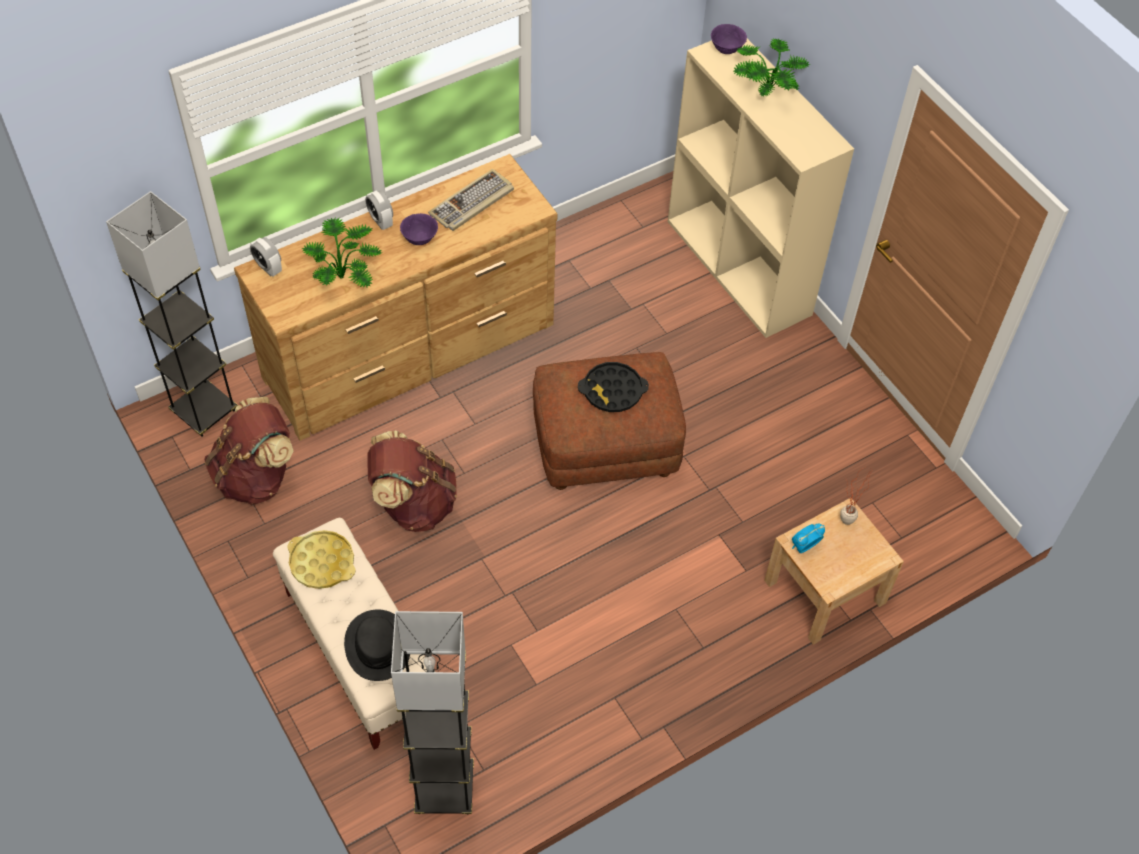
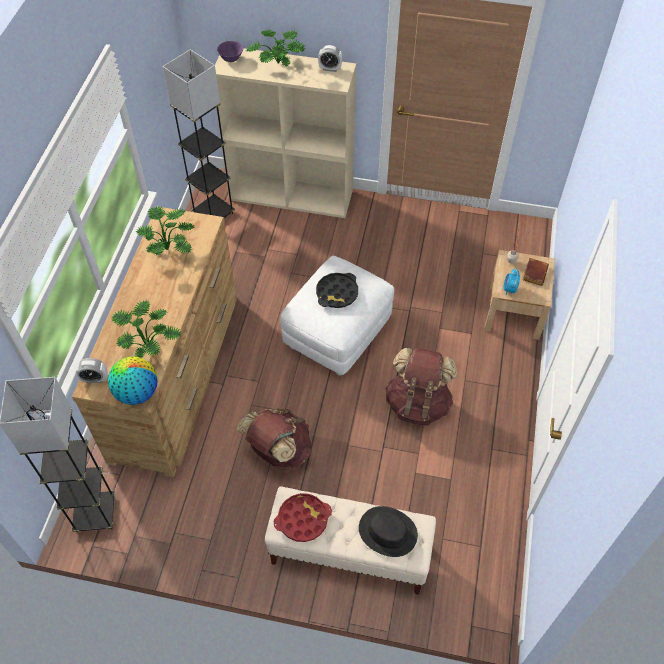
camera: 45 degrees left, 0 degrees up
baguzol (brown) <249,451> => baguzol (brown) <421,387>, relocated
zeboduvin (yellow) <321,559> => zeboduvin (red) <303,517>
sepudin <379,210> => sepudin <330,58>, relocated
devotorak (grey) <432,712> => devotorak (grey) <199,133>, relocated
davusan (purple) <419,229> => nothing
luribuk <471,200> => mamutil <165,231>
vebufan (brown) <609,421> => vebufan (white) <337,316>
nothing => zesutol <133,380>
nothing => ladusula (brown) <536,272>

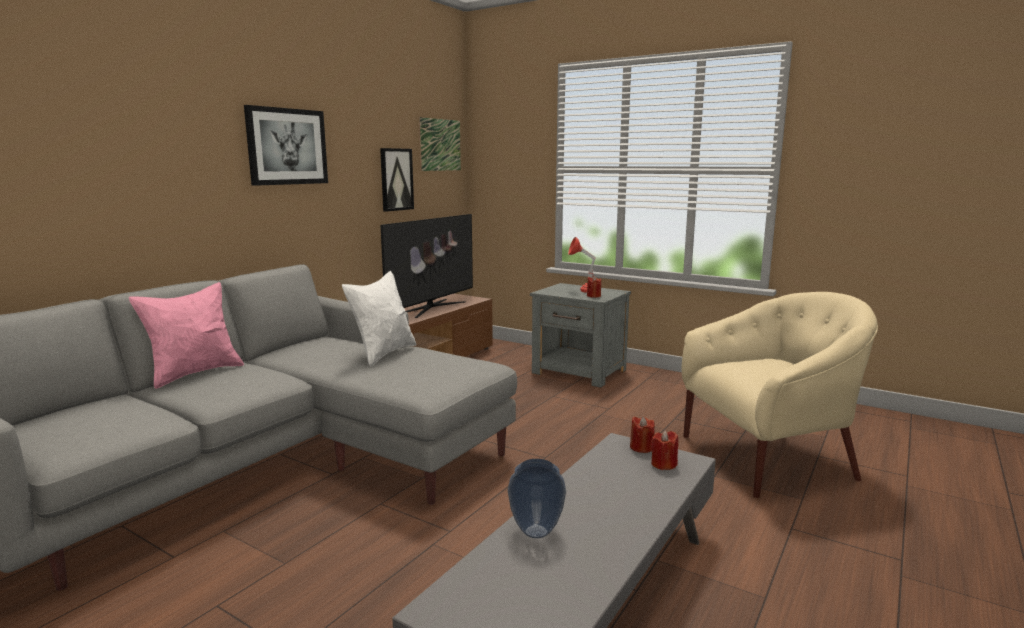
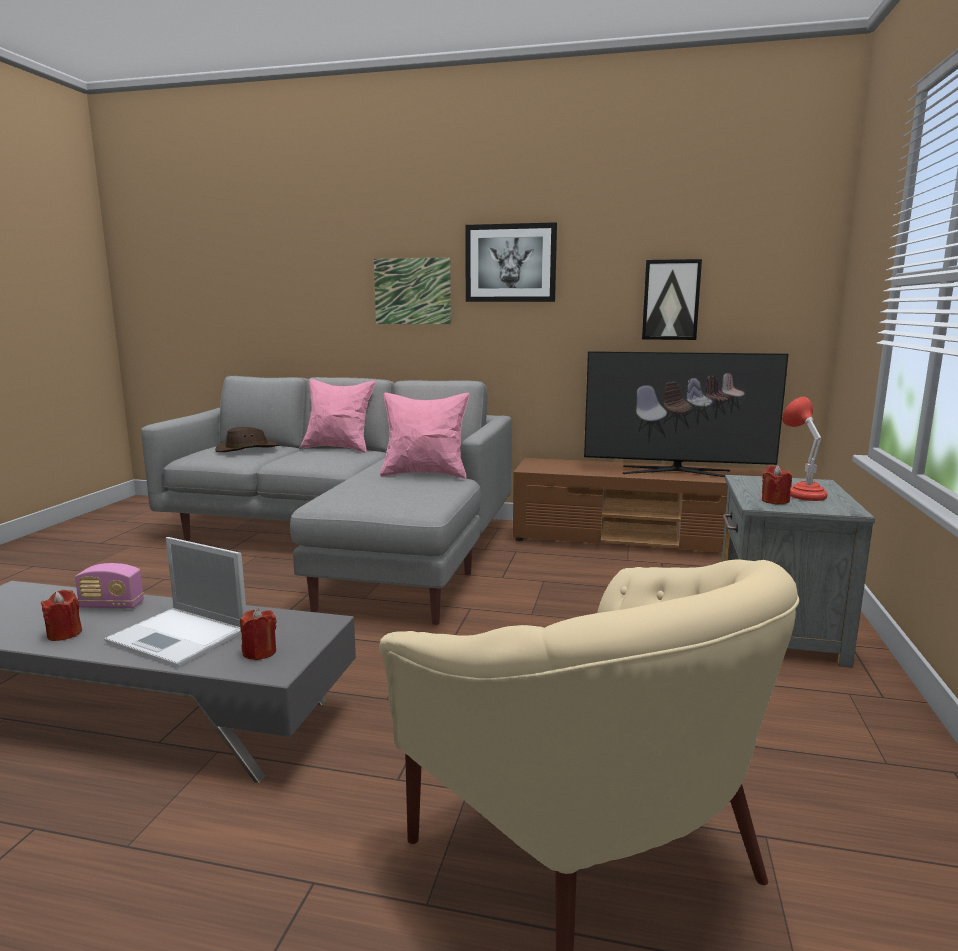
camera: 70 degrees right, 0 degrees up
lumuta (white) <379,319> => lumuta (pink) <424,435>
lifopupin <440,144> => lifopupin <412,290>, relocated
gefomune <537,498> => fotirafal <109,586>
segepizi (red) <642,434> => segepizi (red) <61,615>, relocated
nothing => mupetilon <175,602>
nothing => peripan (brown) <247,439>

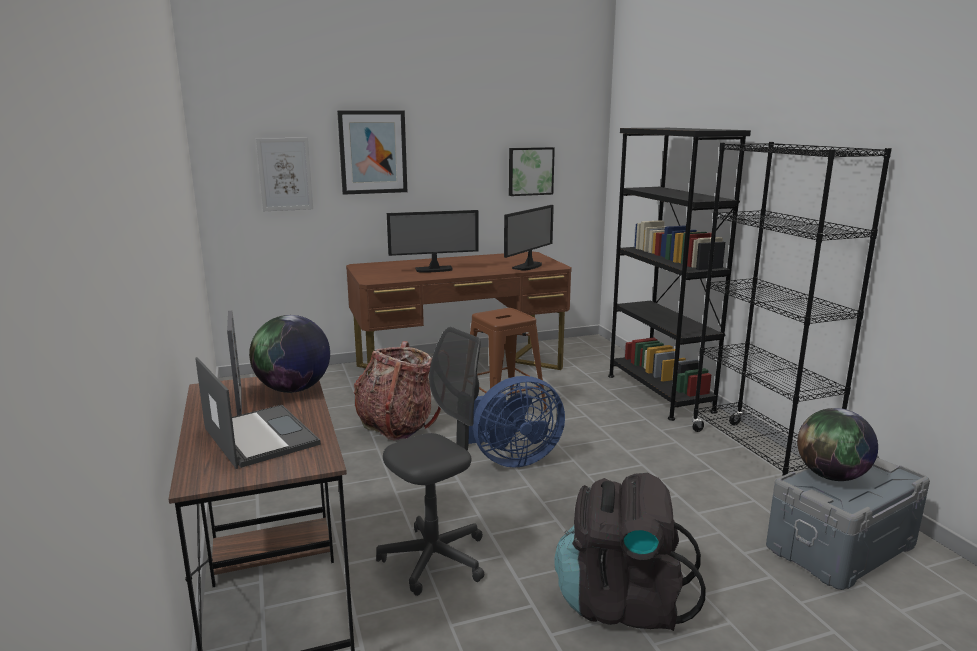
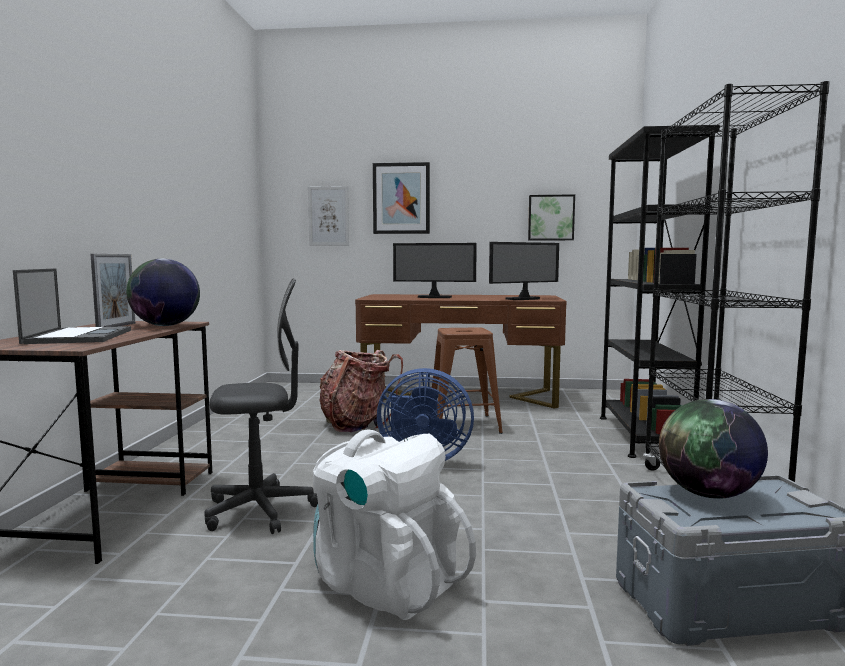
camera: 25 degrees right, 10 degrees down
baguzol (black) <630,552> => baguzol (white) <394,524>

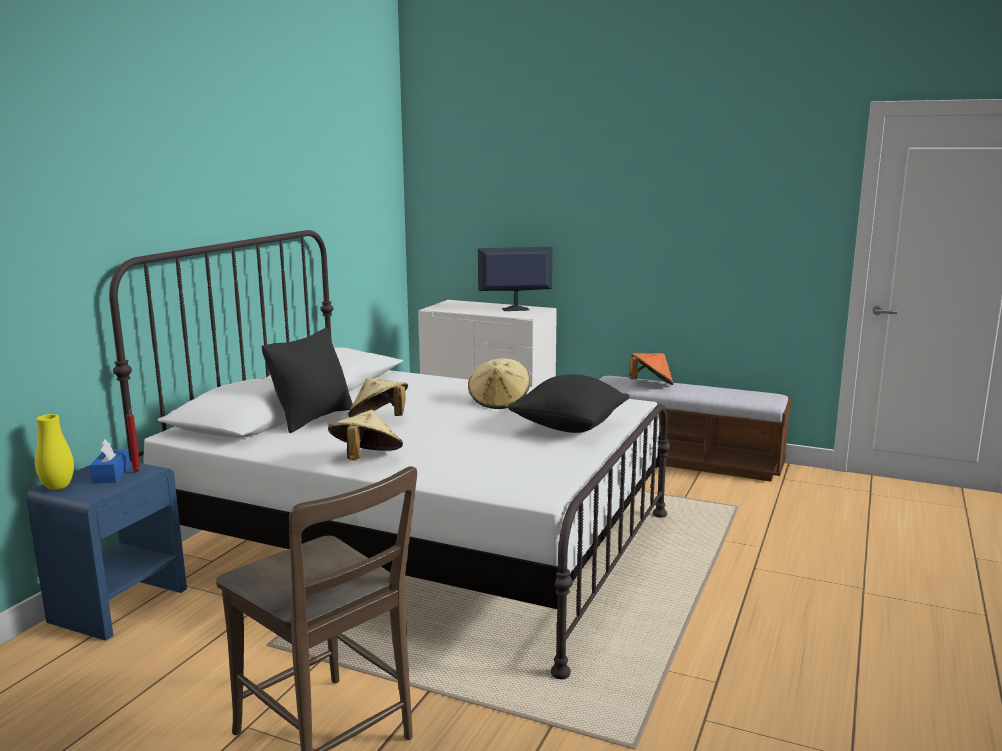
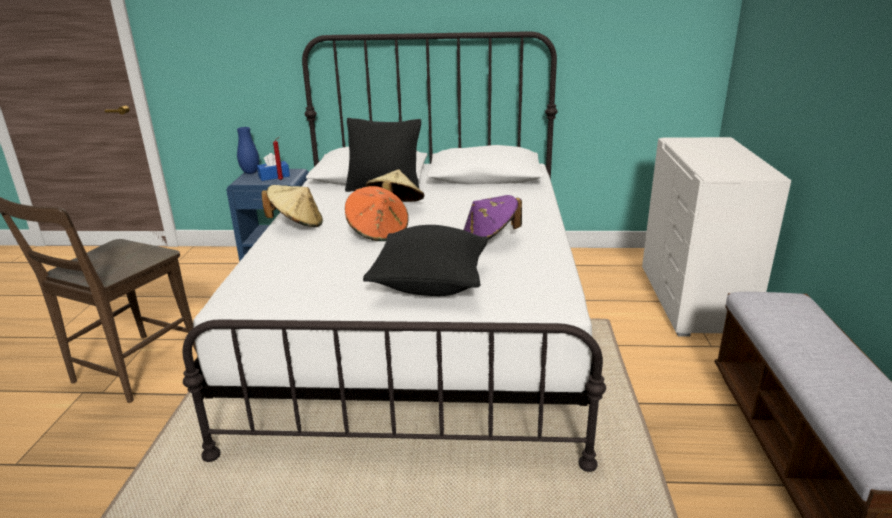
camera: 70 degrees right, 10 degrees up
gefomune (yellow) <54,452> => gefomune (blue) <248,150>
peripan (beige) <499,383> => peripan (purple) <493,217>
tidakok <515,279> => nothing
peripan (orange) <651,369> => peripan (orange) <377,213>, relocated

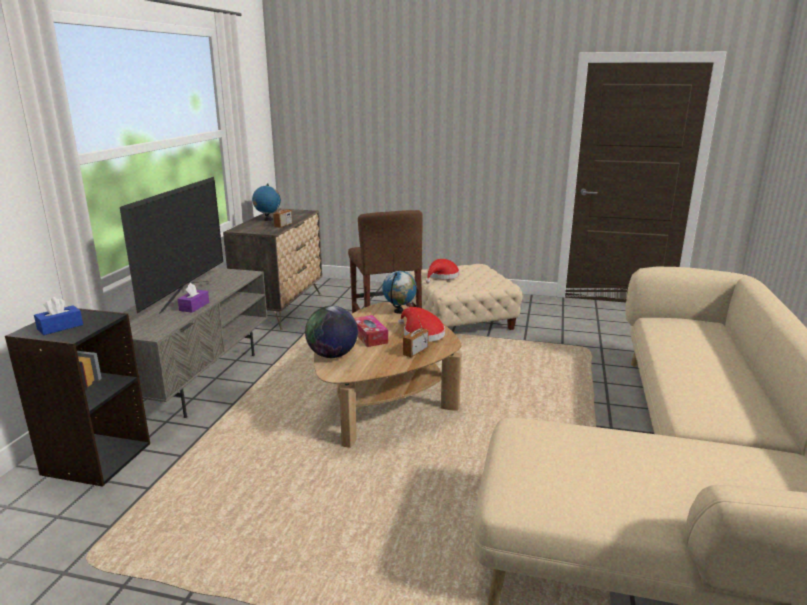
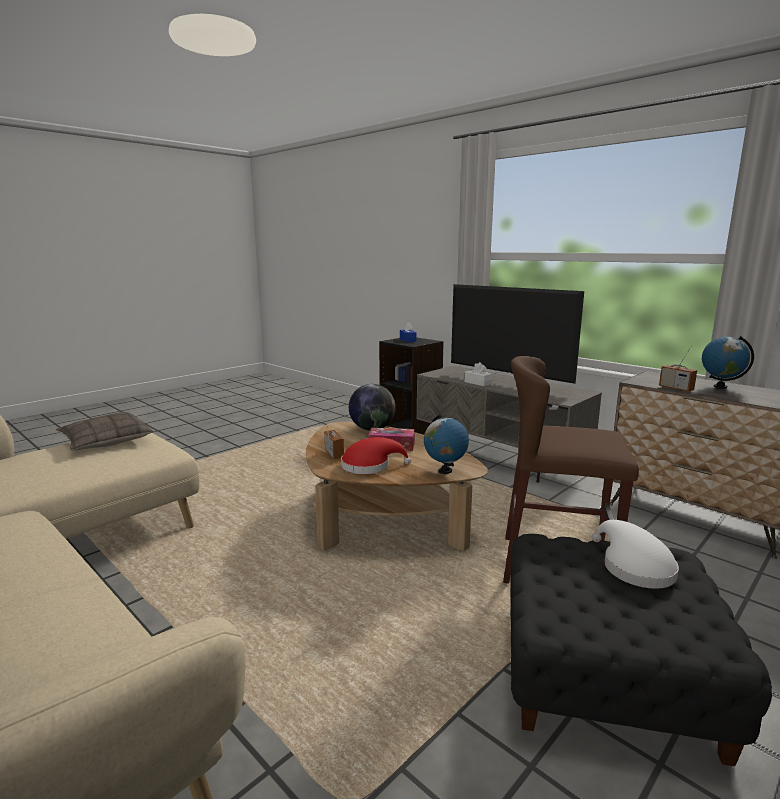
camera: 120 degrees right, 5 degrees down
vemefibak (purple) <193,298> => vemefibak (white) <478,374>
vebufan (beige) <466,297> => vebufan (black) <641,650>
peripan (red) <442,271> => peripan (white) <635,554>
nothing => lumuta <105,431>

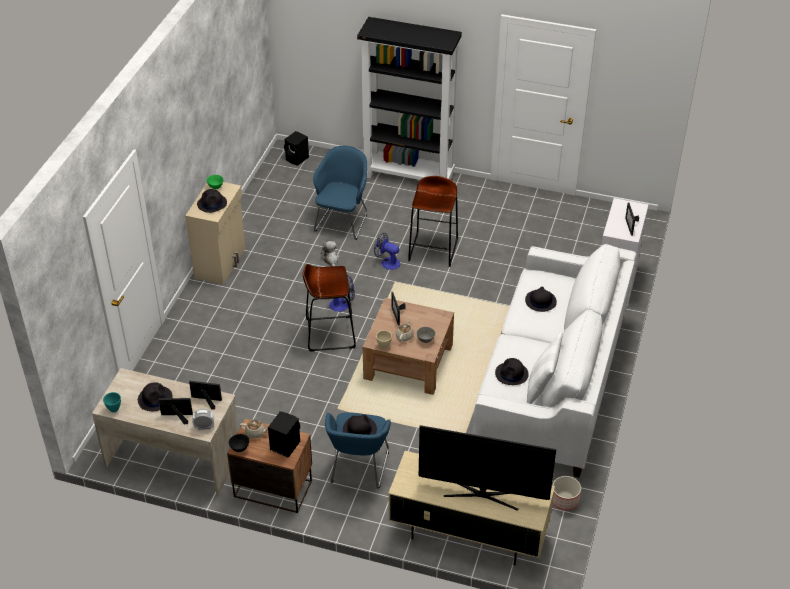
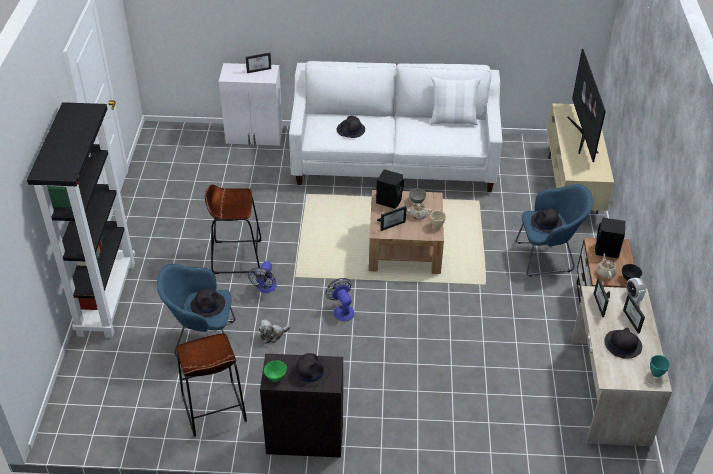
camera: 105 degrees left, 0 degrees up
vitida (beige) <215,233> => vitida (black) <301,406>
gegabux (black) <296,148> => gegabux (black) <390,189>, relocated
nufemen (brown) <329,308> => nufemen (brown) <211,385>, relocated
peripan (black) <512,371> => peripan (black) <208,302>, relocated
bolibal <566,493> => nothing

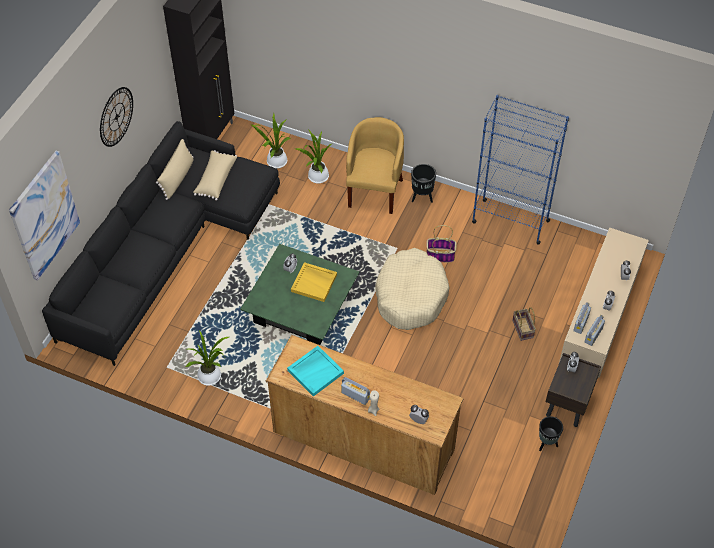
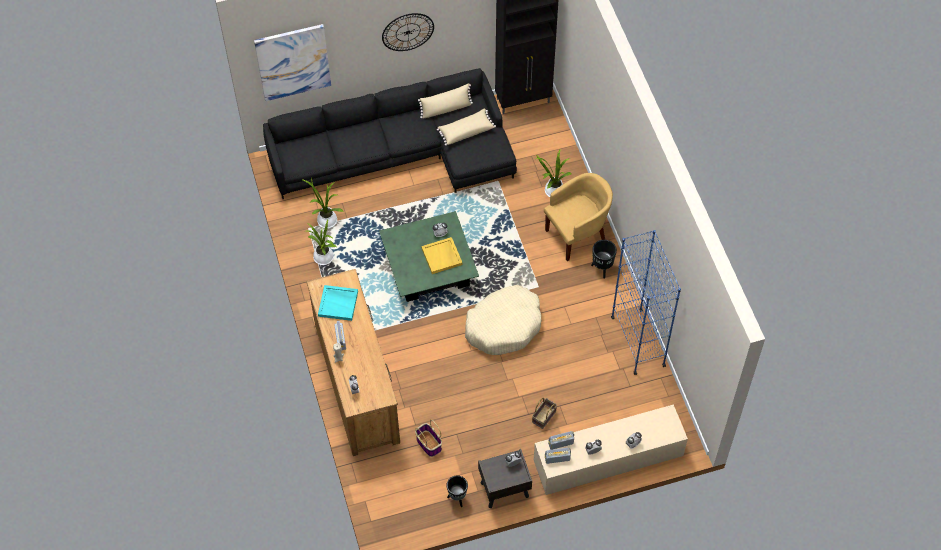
camera: 50 degrees right, 5 degrees up
mamutil <270,141> => mamutil <322,203>, relocated
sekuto <441,243> => sekuto <428,438>, relocated

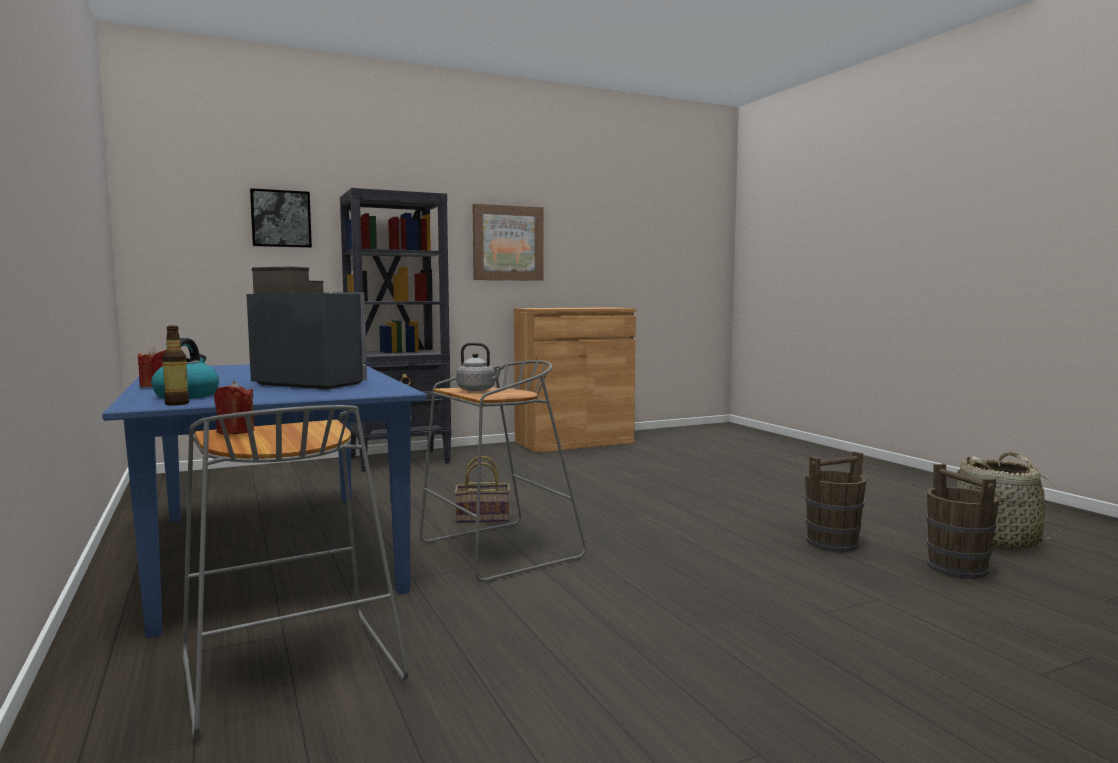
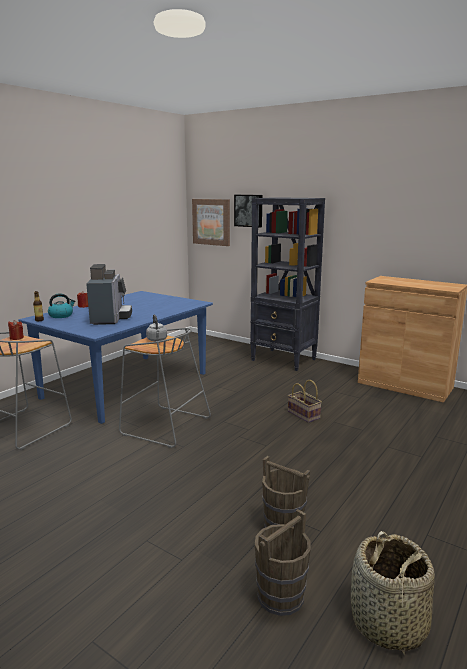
camera: 60 degrees right, 10 degrees up
sekuto <482,489> => sekuto <305,401>, relocated
lifopupin <508,242> => lifopupin <211,222>, relocated

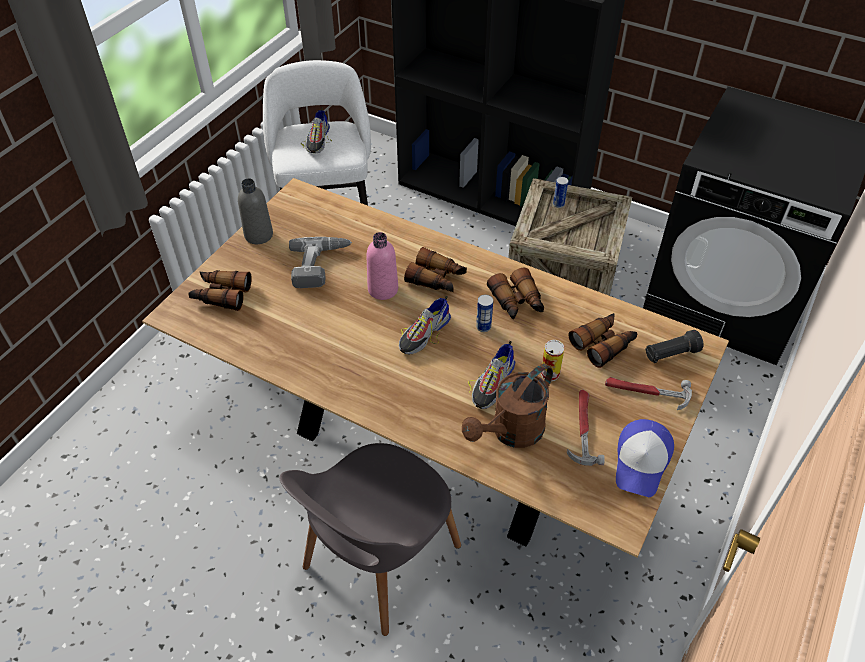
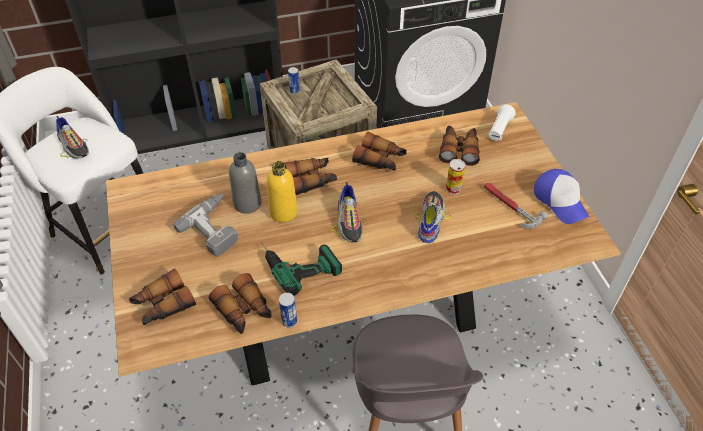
camera: 45 degrees left, 0 degrees up
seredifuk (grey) <255,211> => seredifuk (grey) <245,183>, relocated
seredifuk (pink) <382,266> => seredifuk (yellow) <282,191>
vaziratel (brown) <507,405> => nothing
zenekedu <492,375> => zenekedu <432,217>, 150 degrees counterclockwise
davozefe <484,313> => davozefe <288,310>, relocated
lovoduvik <648,393> => nothing
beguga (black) <674,346> => beguga (white) <502,122>
nothing => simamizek <240,303>
nothing => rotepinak <301,269>

